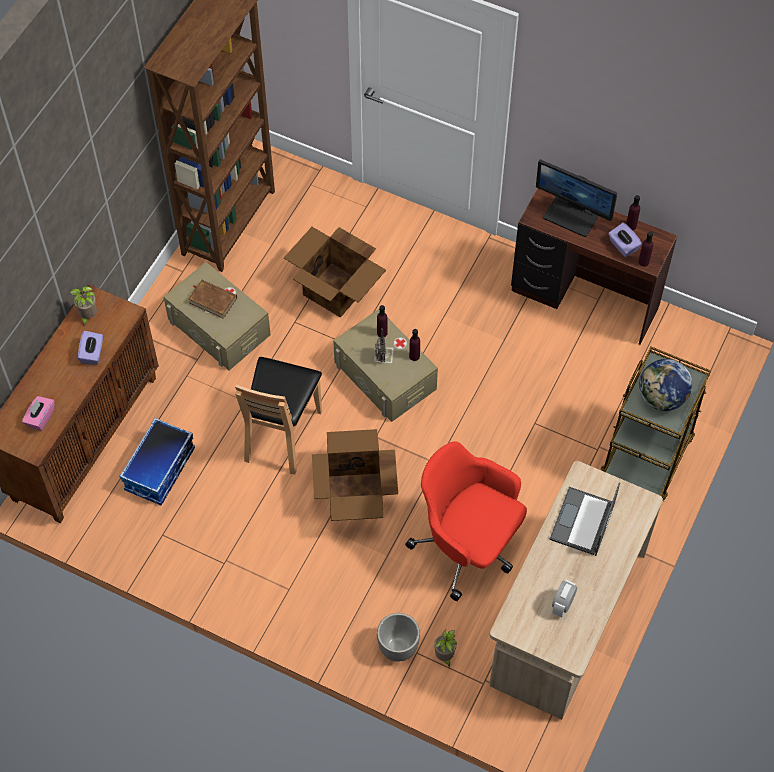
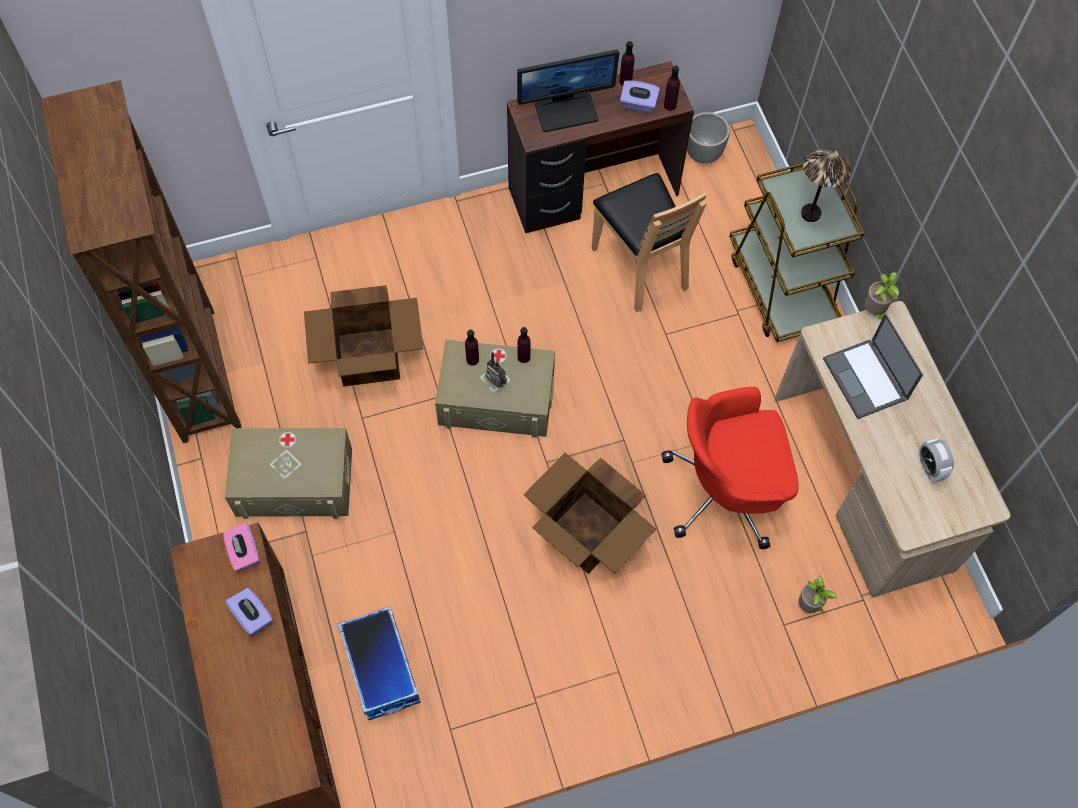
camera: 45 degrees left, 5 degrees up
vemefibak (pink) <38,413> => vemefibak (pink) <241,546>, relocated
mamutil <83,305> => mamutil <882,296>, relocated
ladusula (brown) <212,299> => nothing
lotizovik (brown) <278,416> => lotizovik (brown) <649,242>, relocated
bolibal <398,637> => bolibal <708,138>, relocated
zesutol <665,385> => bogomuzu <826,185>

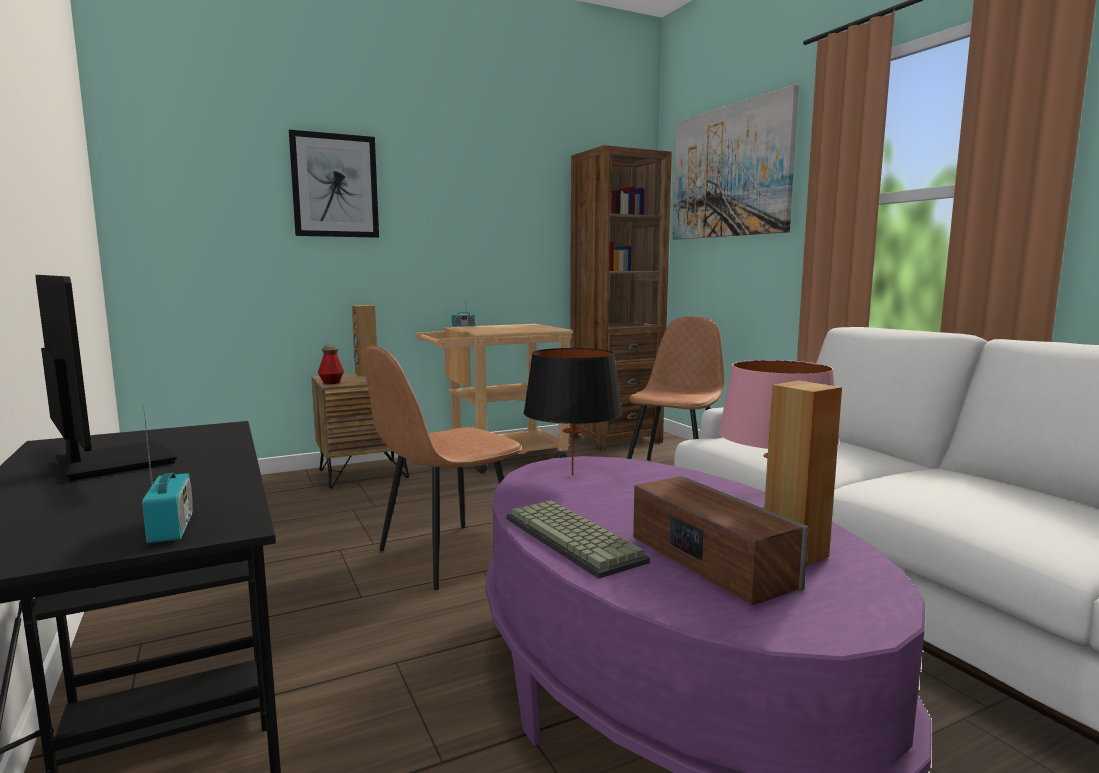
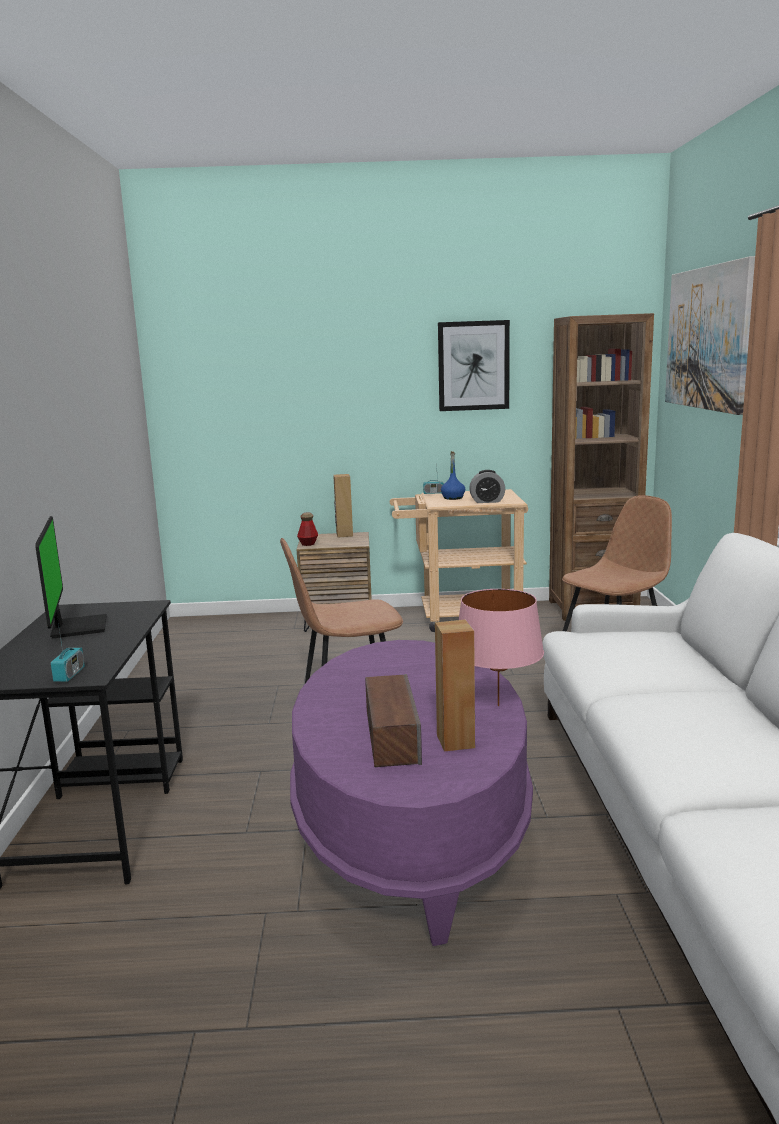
camera: 25 degrees right, 5 degrees up
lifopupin <334,184> => lifopupin <474,365>, relocated
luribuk <578,540> => nothing
bogomuzu (black) <573,412> => nothing
nothing => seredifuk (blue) <453,475>
nothing => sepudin <487,486>

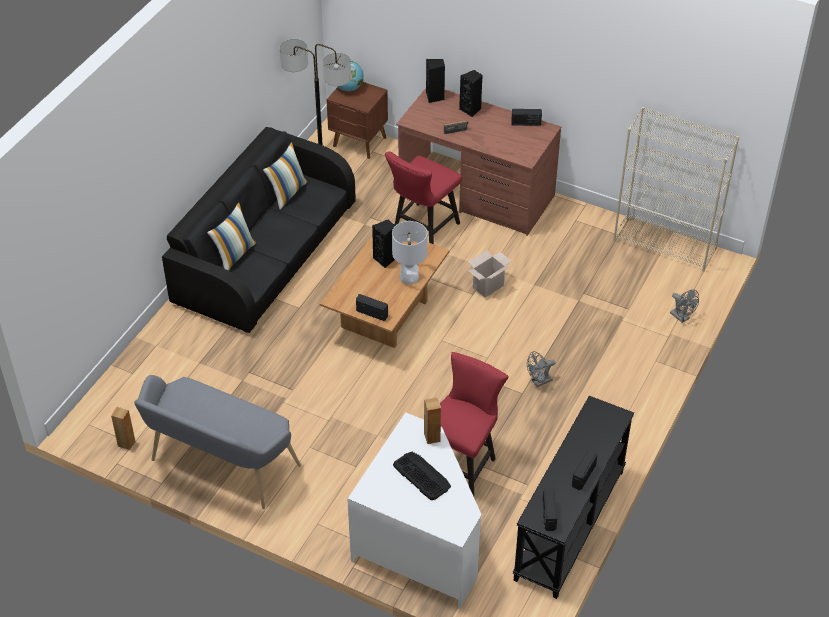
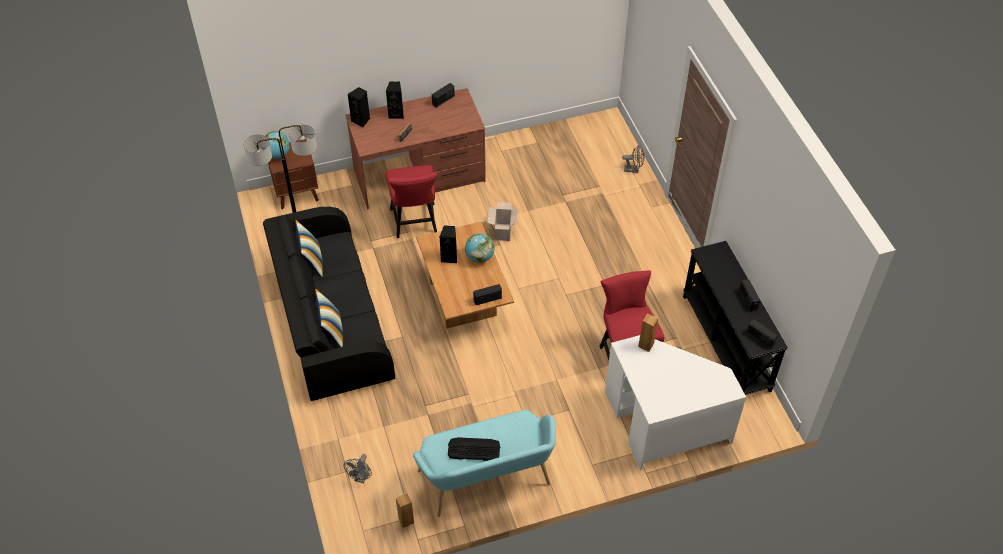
camera: 45 degrees left, 5 degrees up
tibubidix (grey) <217,442> => tibubidix (turquoise) <484,463>
bogomuzu (white) <409,252> => zesutol <480,248>
luribuk <422,476> => luribuk <474,449>, relocated
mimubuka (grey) <541,369> => mimubuka (grey) <358,468>, relocated
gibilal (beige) <676,189> => nothing

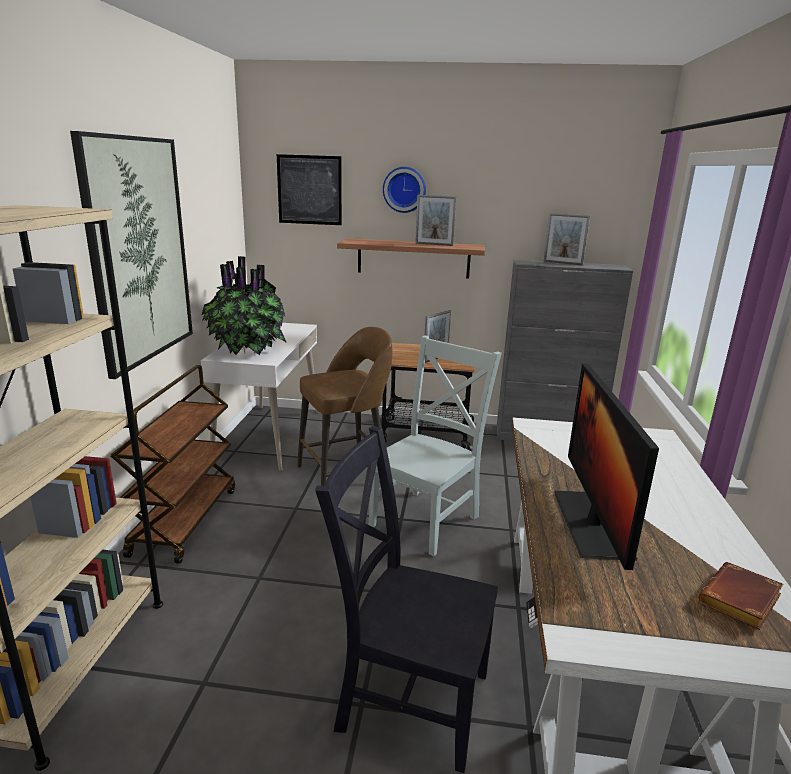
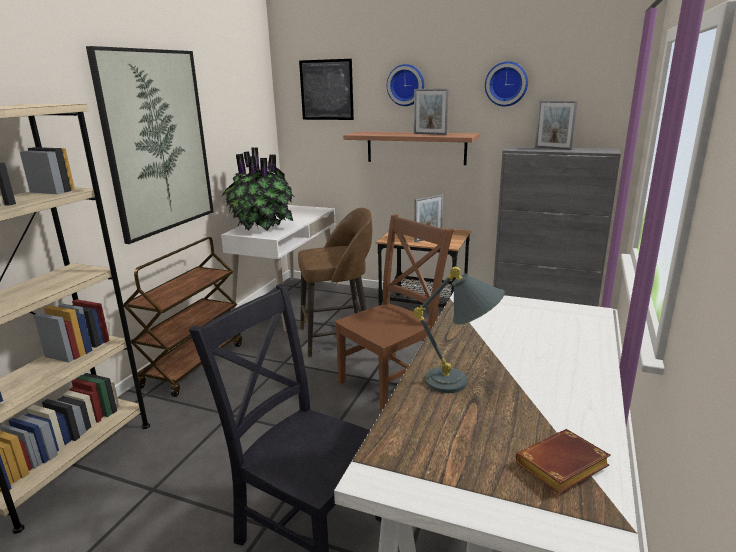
camera: 15 degrees right, 0 degrees up
lotizovik (grey) <435,446> => lotizovik (brown) <394,313>
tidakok <607,467> => bogomuzu (grey) <459,330>
nothing => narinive <506,83>

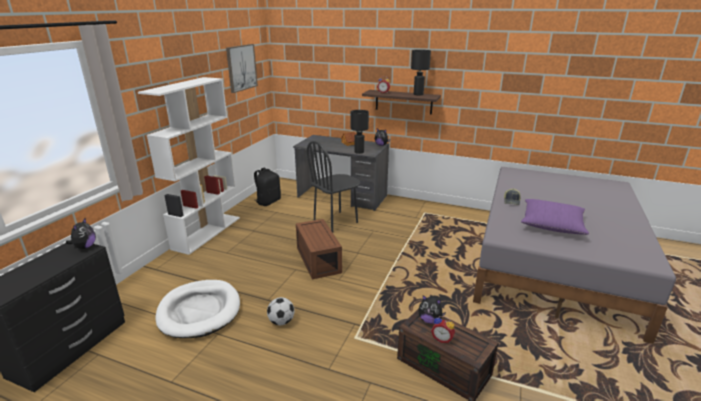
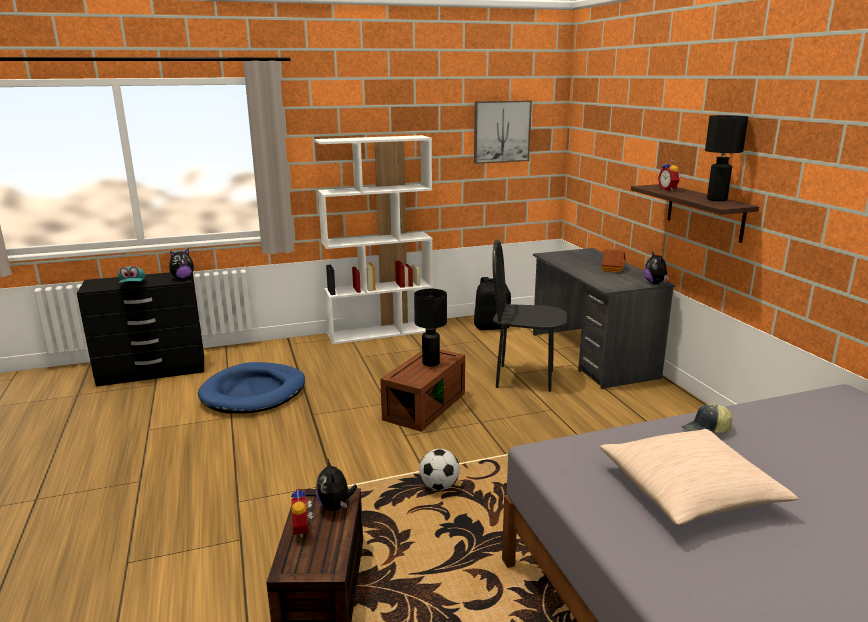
camera: 50 degrees right, 5 degrees down
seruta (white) <197,309> => seruta (blue) <251,388>
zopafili <280,311> => zopafili <439,469>, relocated
bogomuzu (black) <360,132> => bogomuzu (black) <430,328>, relocated
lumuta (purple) <555,217> => lumuta (beige) <699,477>
nothing => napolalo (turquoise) <132,274>

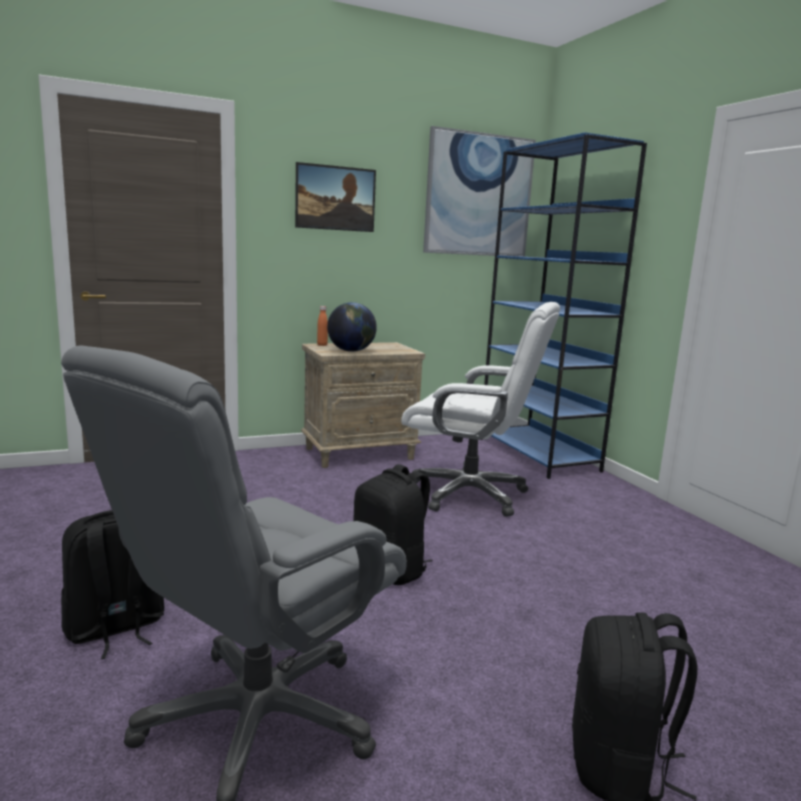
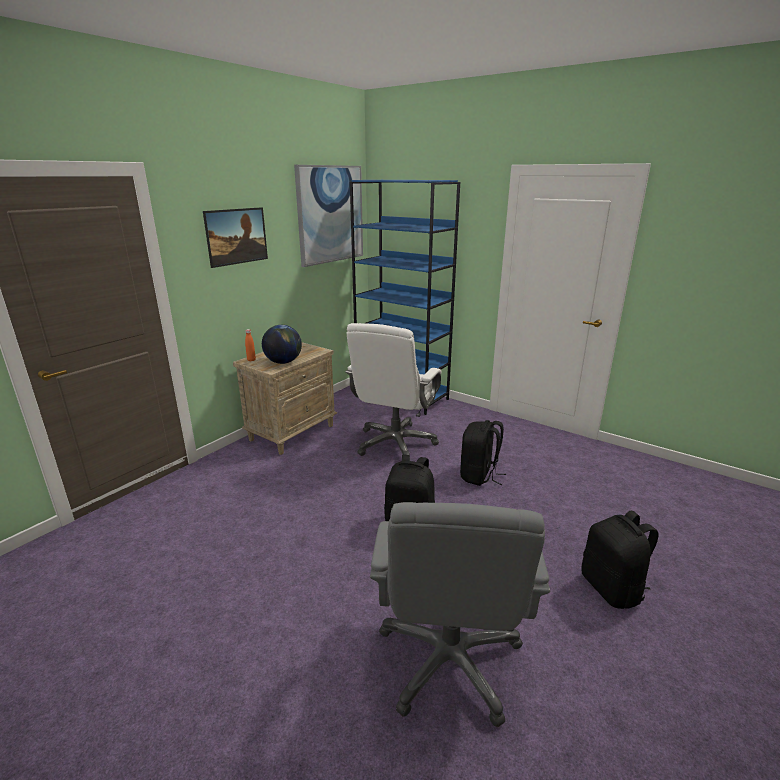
camera: 30 degrees left, 10 degrees up
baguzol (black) <112,584> => baguzol (black) <483,453>, relocated
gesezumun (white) <480,409> => gesezumun (white) <393,390>, 120 degrees clockwise

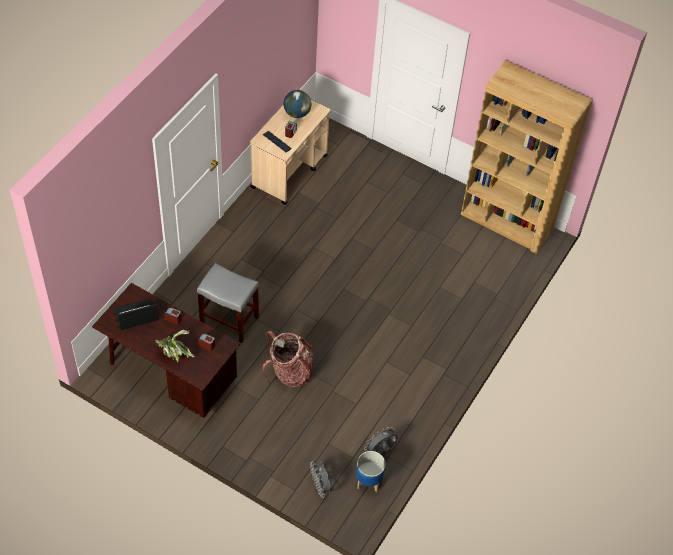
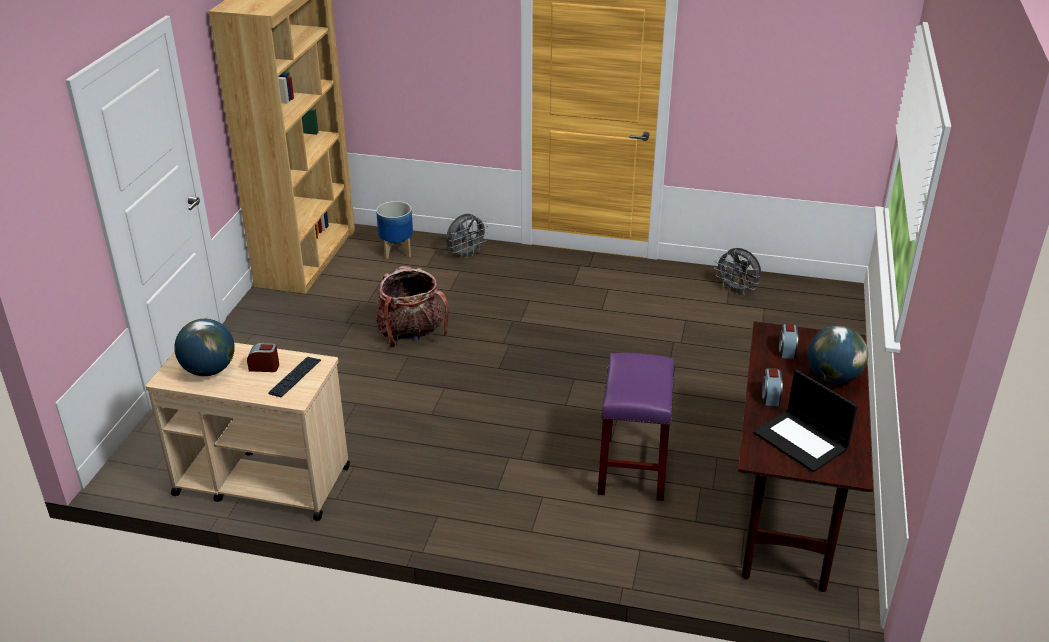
camera: 105 degrees left, 20 degrees down
mamutil <174,346> => zesutol <838,355>
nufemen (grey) <228,303> => nufemen (purple) <636,427>
baguzol <288,359> => baguzol <412,306>, relocated
mimubuka (grey) <321,479> => mimubuka (grey) <467,236>, relocated
bolibal <371,471> => bolibal <394,230>, relocated

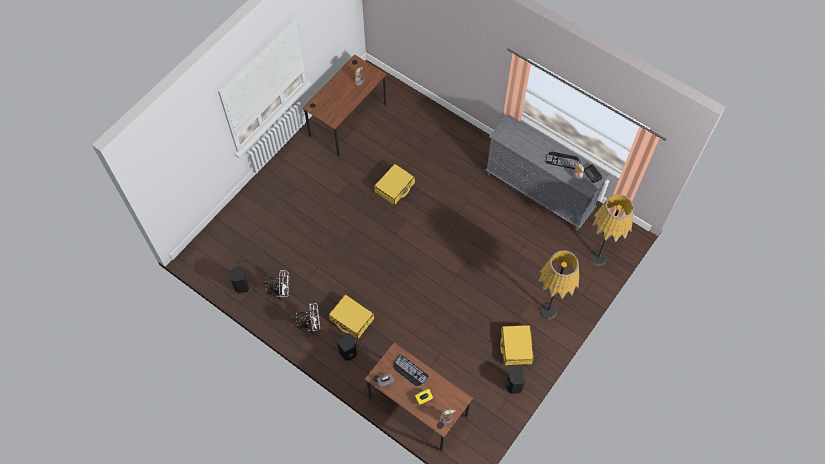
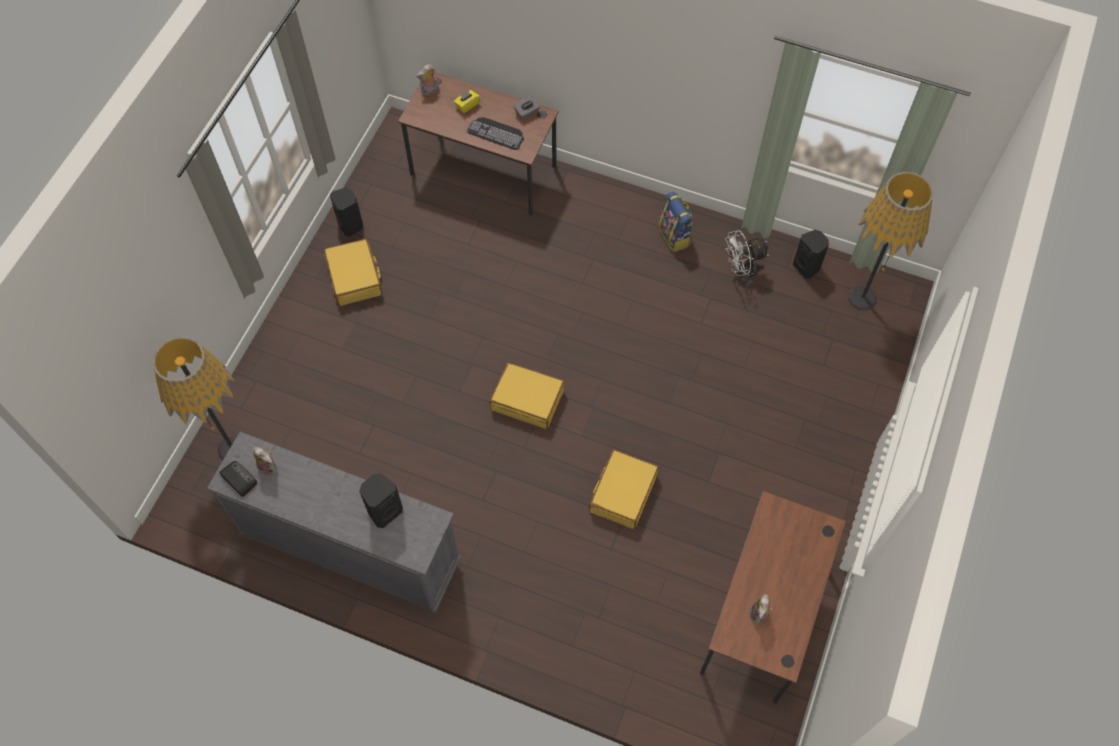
camera: 165 degrees right, 0 degrees up
mimubuka (white) <307,319> => baguzol <676,222>
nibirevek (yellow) <351,316> => nibirevek (yellow) <527,395>, relocated
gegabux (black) <347,347> => gegabux (black) <381,500>, relocated
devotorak <558,285> => devotorak <890,241>, relocated
luribuk <562,160> => nothing

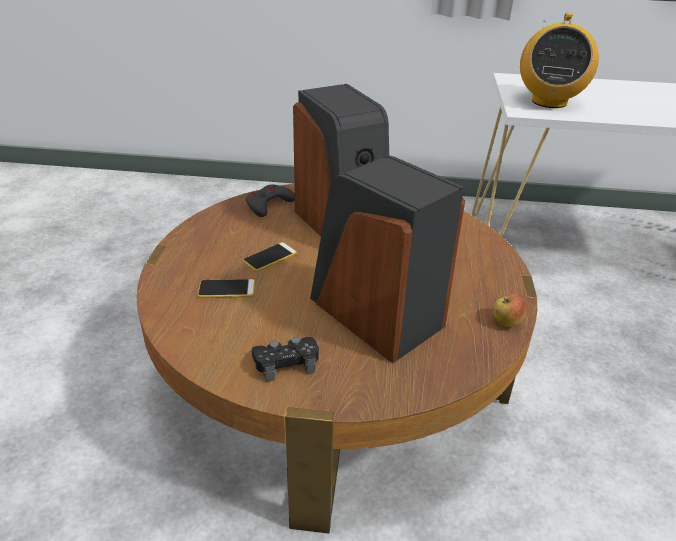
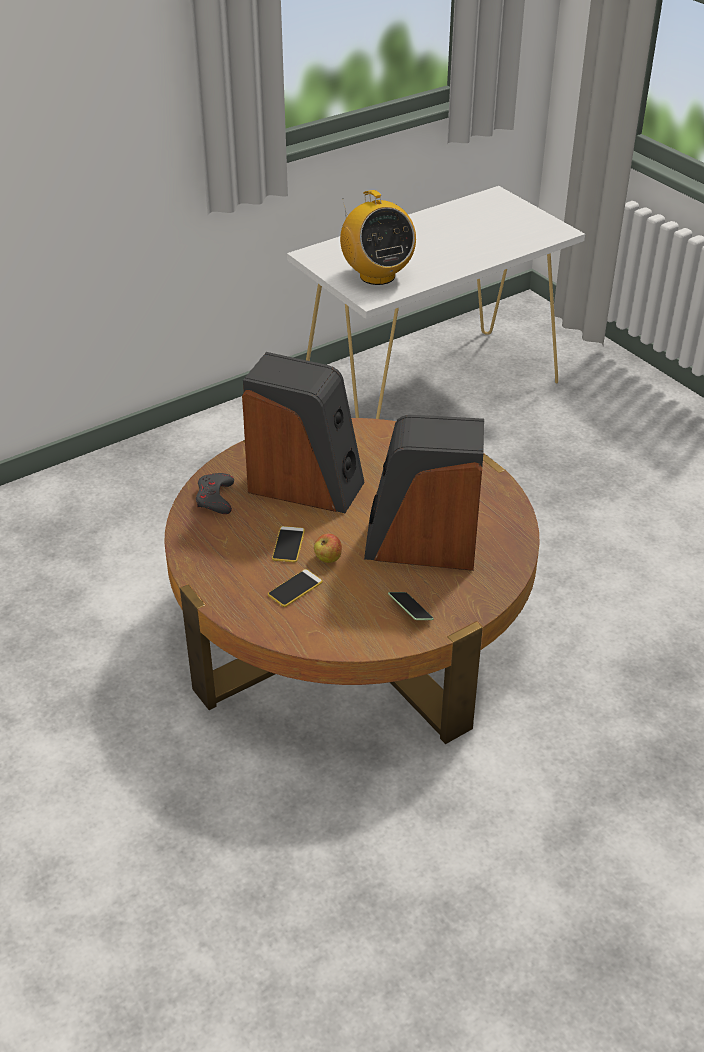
camera: 40 degrees left, 5 degrees up
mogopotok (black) <285,359> => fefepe <411,606>
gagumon <509,310> => gagumon <328,548>, relocated

